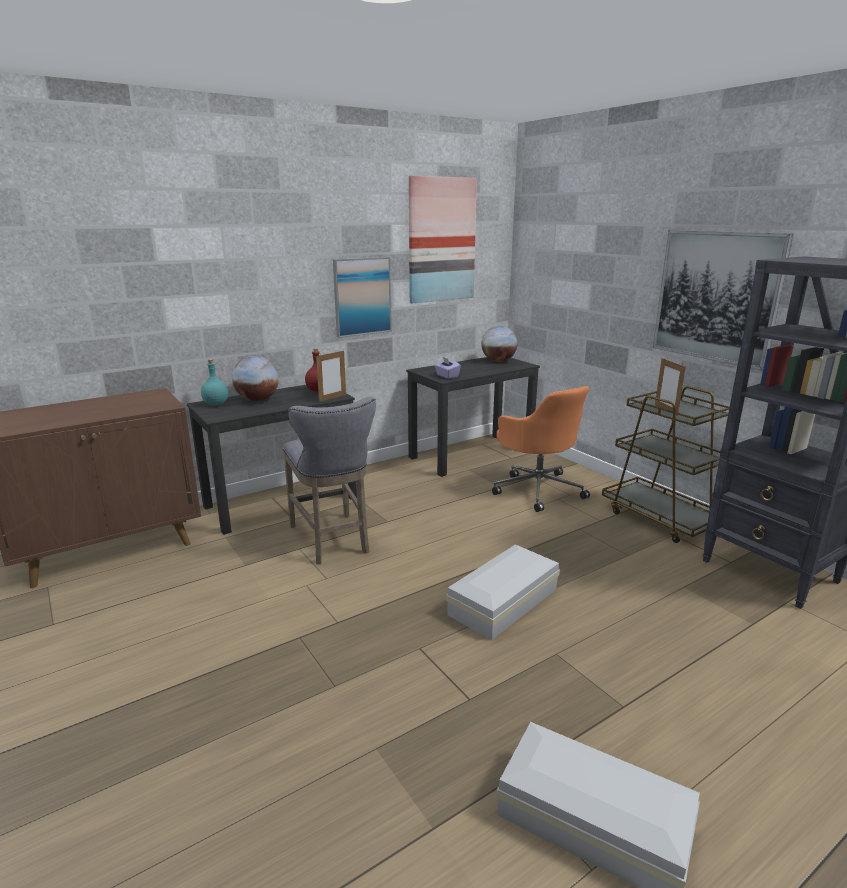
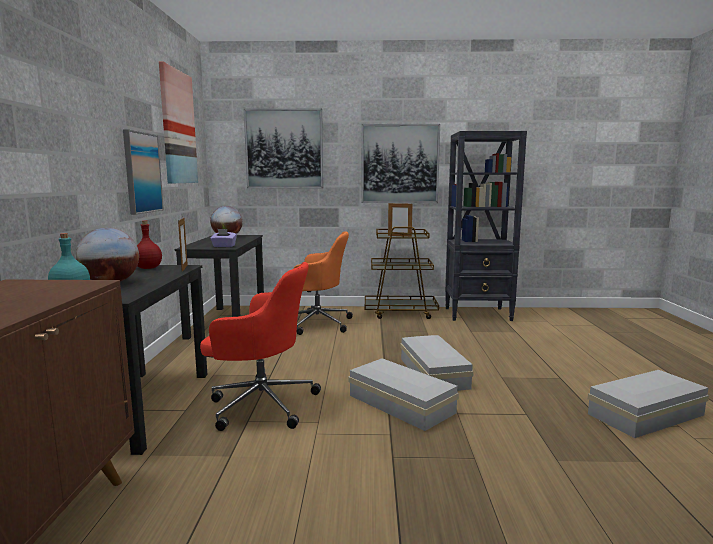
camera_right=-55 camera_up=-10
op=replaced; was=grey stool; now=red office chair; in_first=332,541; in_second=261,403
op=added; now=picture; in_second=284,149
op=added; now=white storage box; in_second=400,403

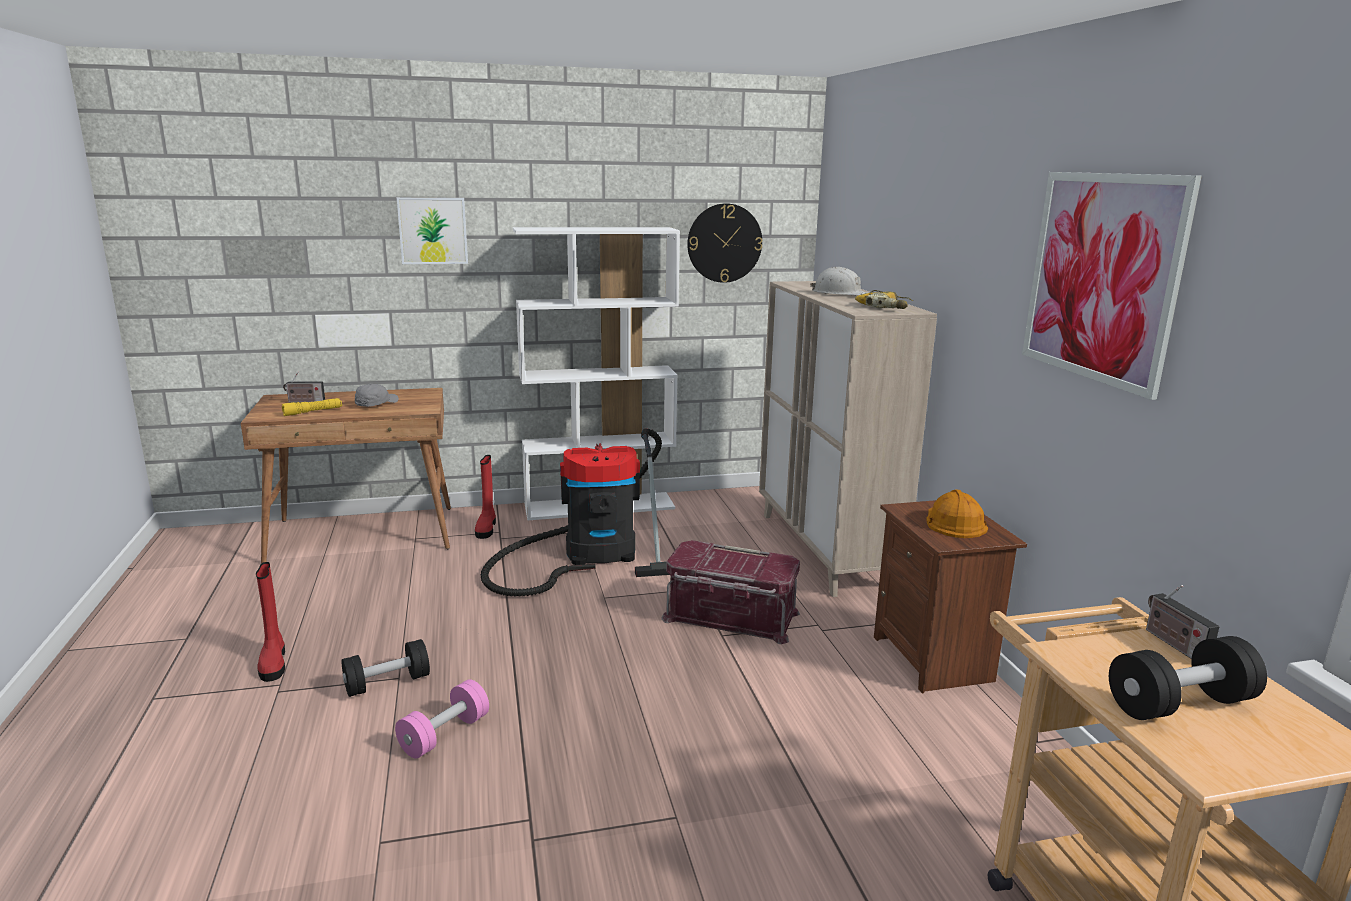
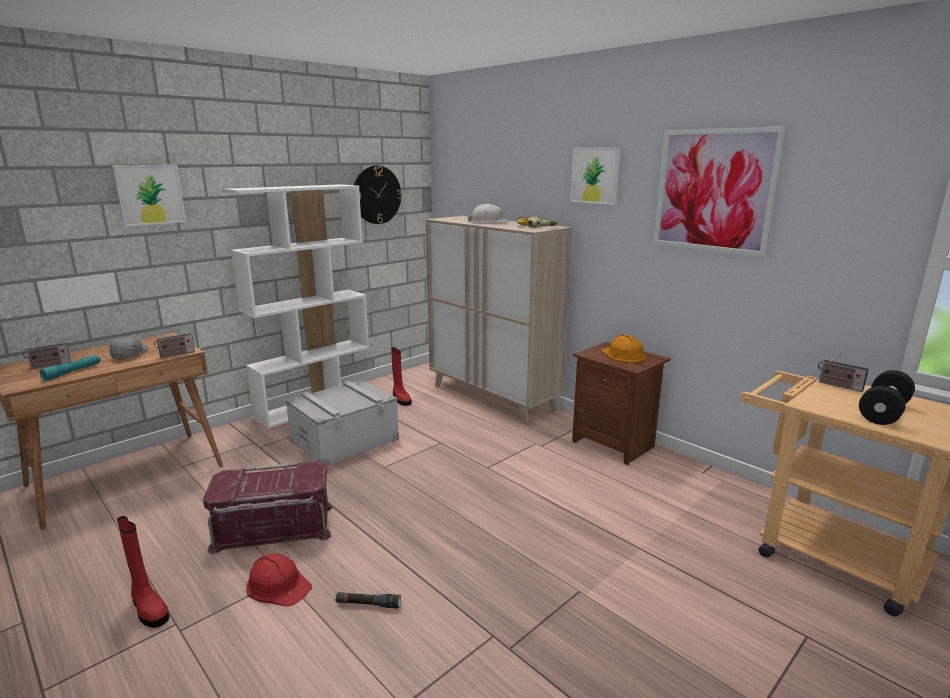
camera_right=-30 camera_up=0
op=recoloured; was=yellow flashlight; now=turquoise flashlight; in_first=313,412; in_second=73,372
op=replaced; was=black dumbbell; now=red hard hat; in_first=387,683; in_second=278,585
op=replaced; was=pink dumbbell; now=black flashlight; in_first=444,734; in_second=368,604
op=moved; was=red boot; in_first=486,528; in_second=401,399
op=replaced; was=vacuum cleaner; now=grey storage box; in_first=592,554; in_second=345,440
op=moved; was=red storage box; in_first=730,617; in_second=273,528
op=added; now=radio; in_second=176,354
op=added; now=picture; in_second=595,175

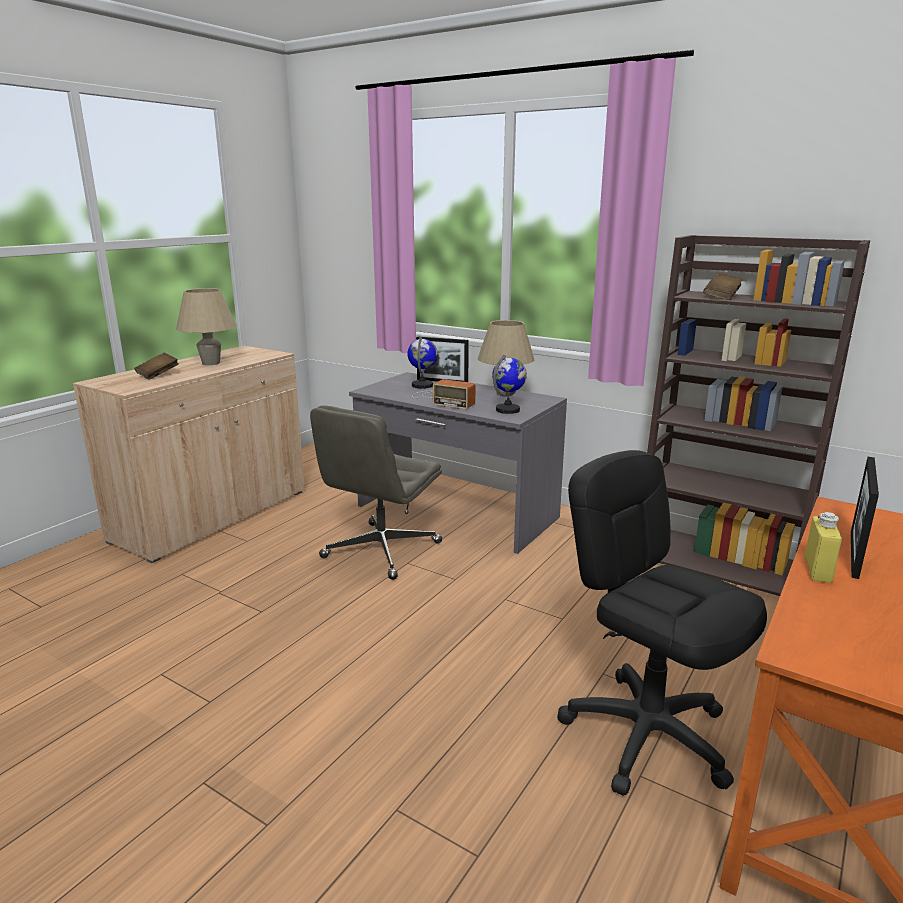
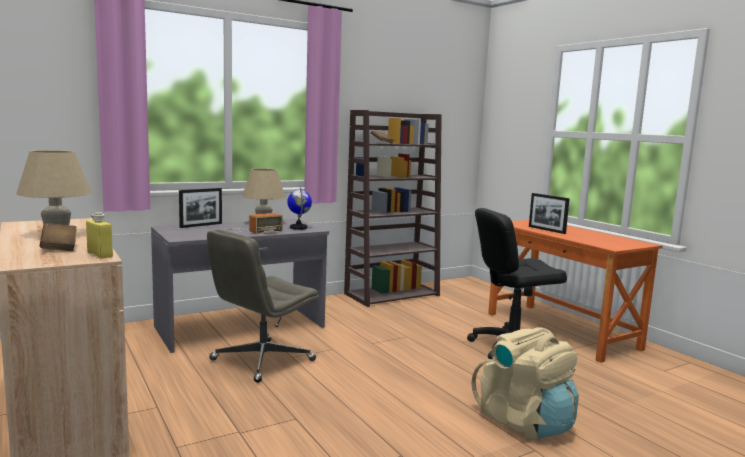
camera_right=-65 camera_up=-10
op=turned; was=grey office chair; in_first=381,551; in_second=262,361; clockwise=75
op=removed; was=globe; in_first=422,385
op=moved; was=yellow bottle; in_first=817,570; in_second=100,255
op=added; now=beige backpack; in_second=525,422

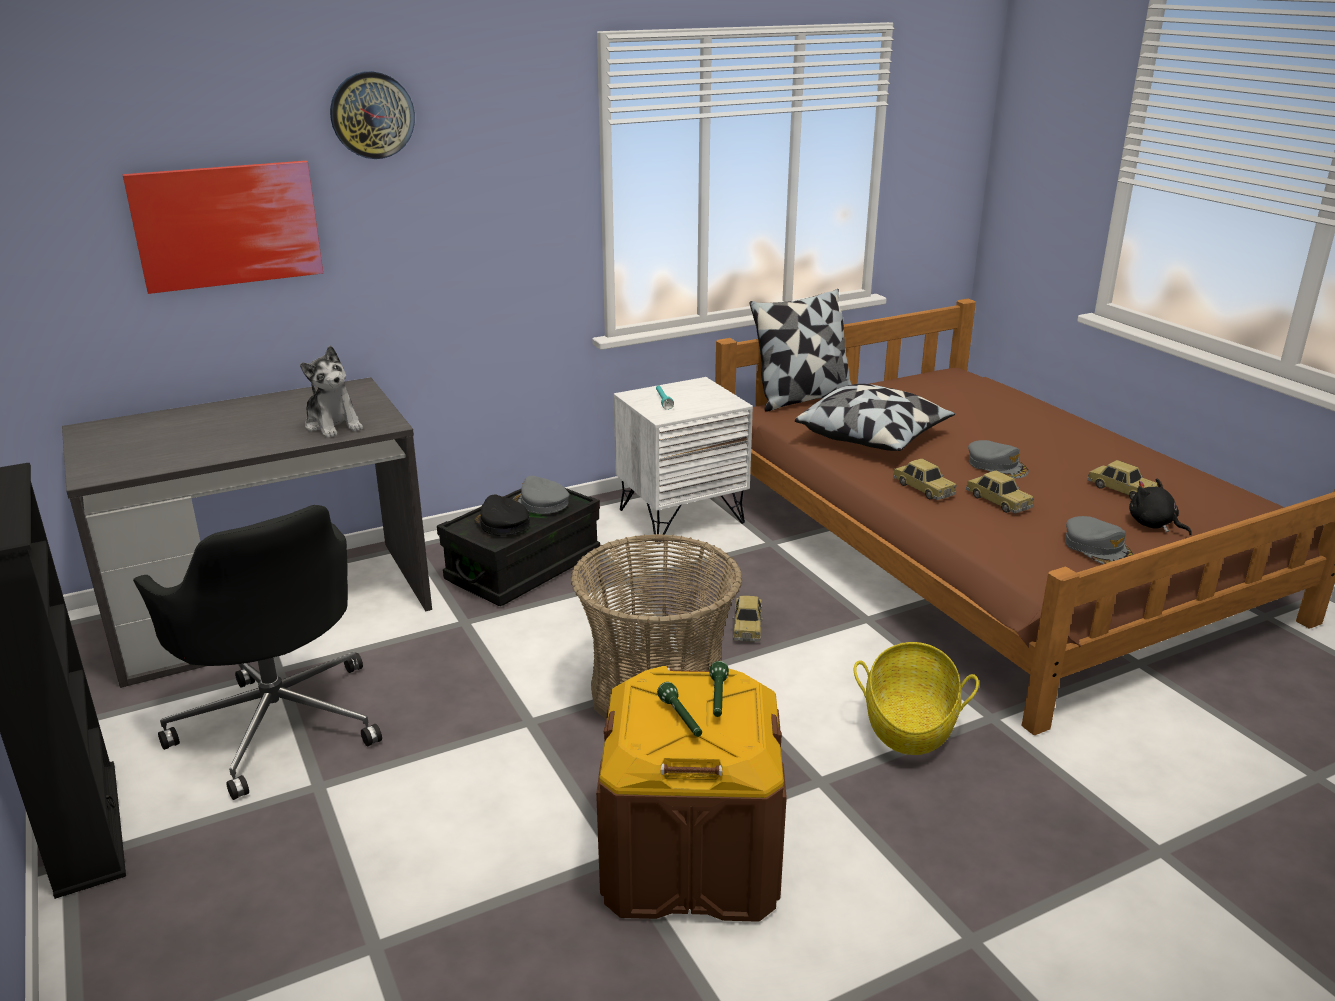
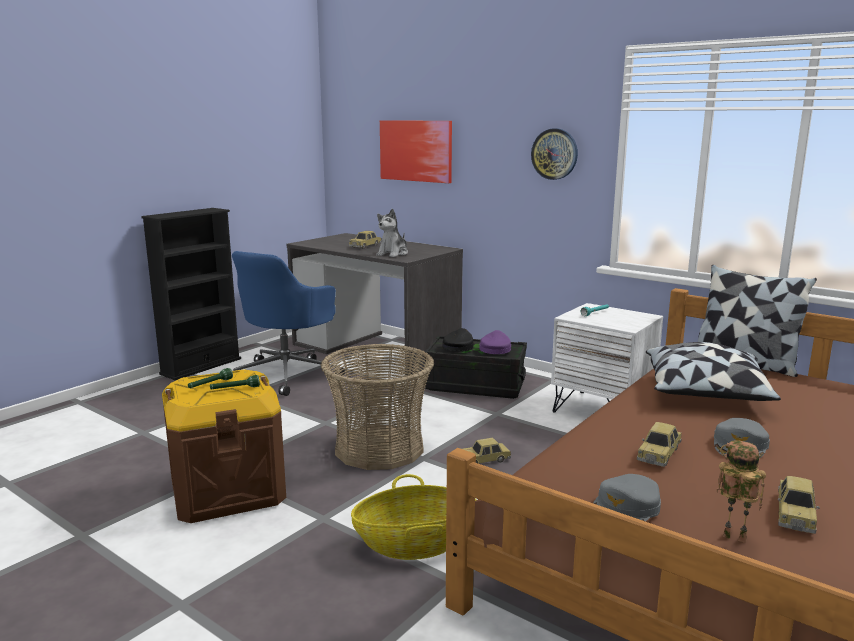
camera_right=65 camera_up=-10
op=recoloured; was=black office chair; now=blue office chair; in_first=279,722; in_second=288,374
op=moved; was=wall clock; in_first=372,115; in_second=554,154
op=recoloured; was=grey cap; now=purple cap; in_first=541,503; in_second=495,348
op=moved; was=toy car; in_first=923,489; in_second=365,246
op=replaced; was=black plush toy; now=toy robot; in_first=1153,525; in_second=732,538

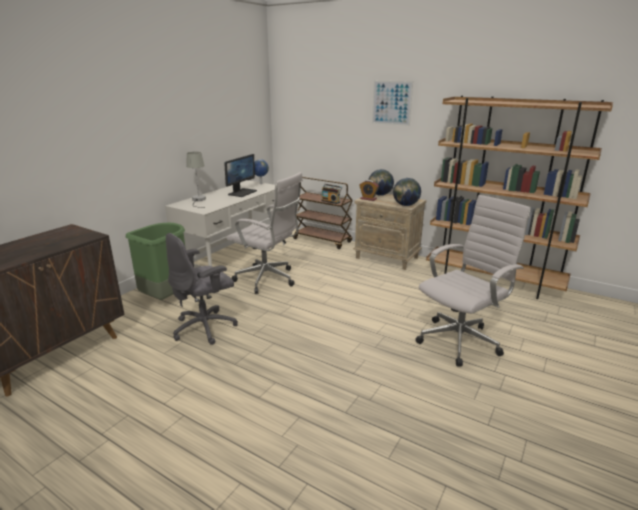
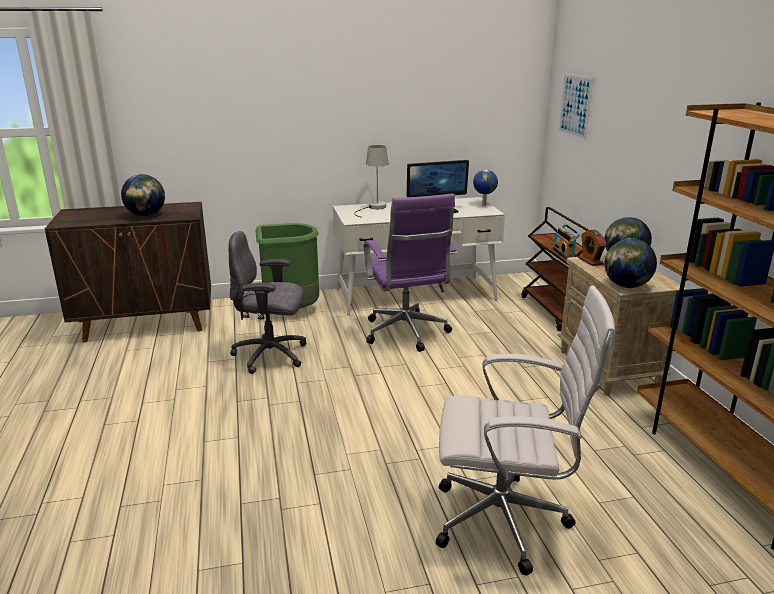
camera_right=45 camera_up=0
op=recoloured; was=white office chair; now=purple office chair; in_first=268,280; in_second=407,334
op=moved; was=picture; in_first=391,103; in_second=575,106
op=added; now=globe; in_second=146,215

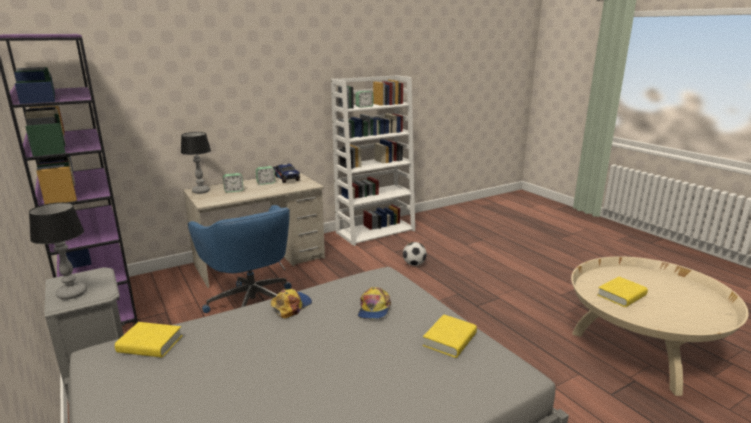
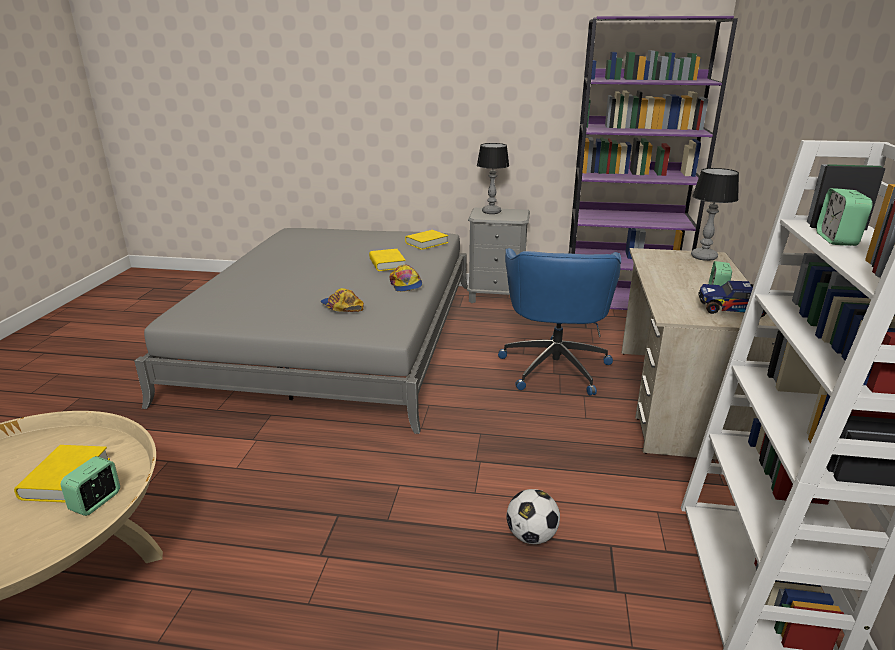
camera_right=130 camera_up=5
op=turned; was=blue office chair; in_first=252,303; in_second=555,366; clockwise=-90
op=moved; was=alarm clock; in_first=234,190; in_second=96,502
op=moved; was=yellow book; in_first=449,340; in_second=387,263

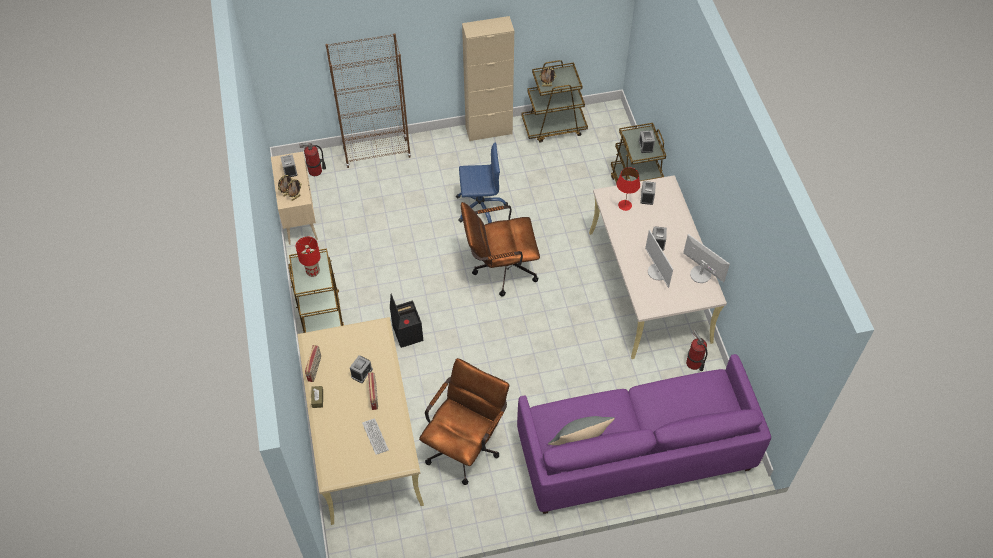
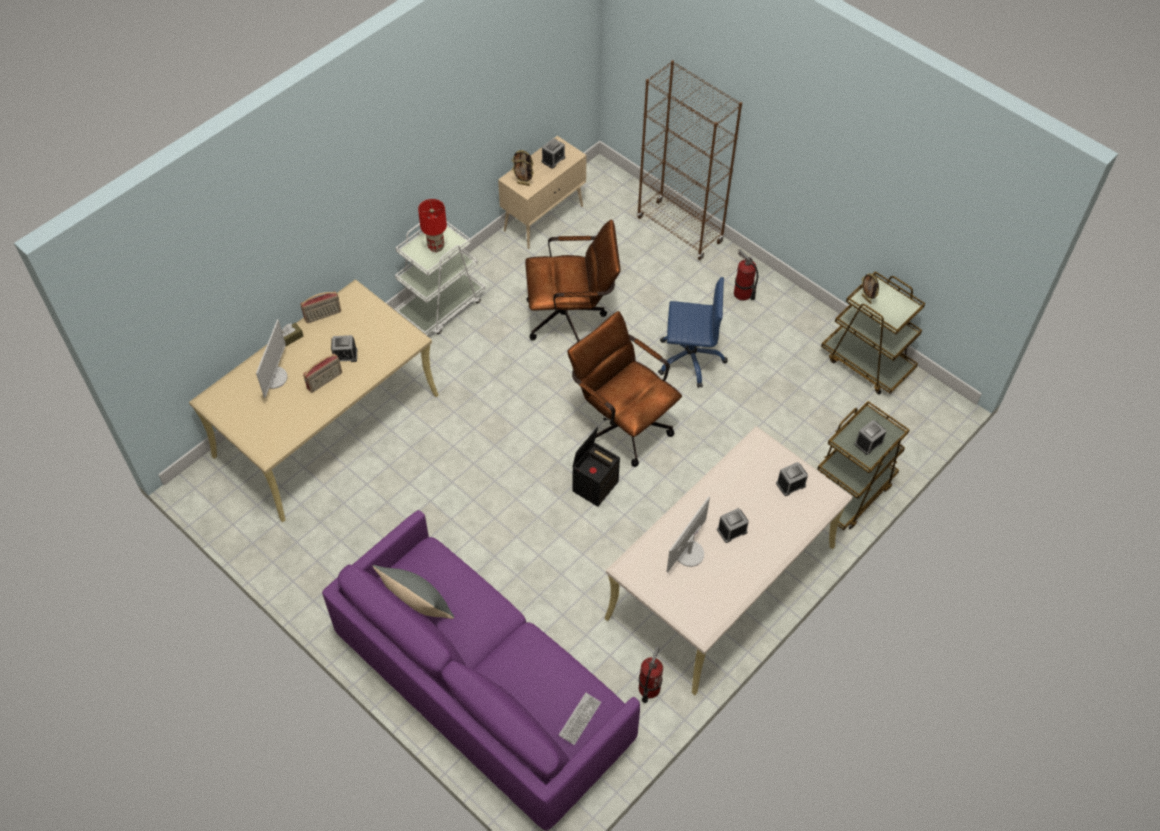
camera_right=55 camera_up=0
op=recoloured; was=brown cart; now=white cart; in_first=321,315; in_second=441,306
op=moved; was=fire extinguisher; in_first=315,171; in_second=742,294
op=moved; was=keyboard; in_first=375,436; in_second=580,719
op=moved; was=black storage box; in_first=407,333; in_second=595,485
op=moved; was=brown office chair; in_first=465,444; in_second=572,318
op=turned; was=blue office chair; in_first=480,207; in_second=690,358; clockwise=-45
op=removed; was=beige cabinet; in_first=489,130
op=removed; was=red table lamp; in_first=624,205
op=moved; was=monitor; in_first=700,274; in_second=274,377

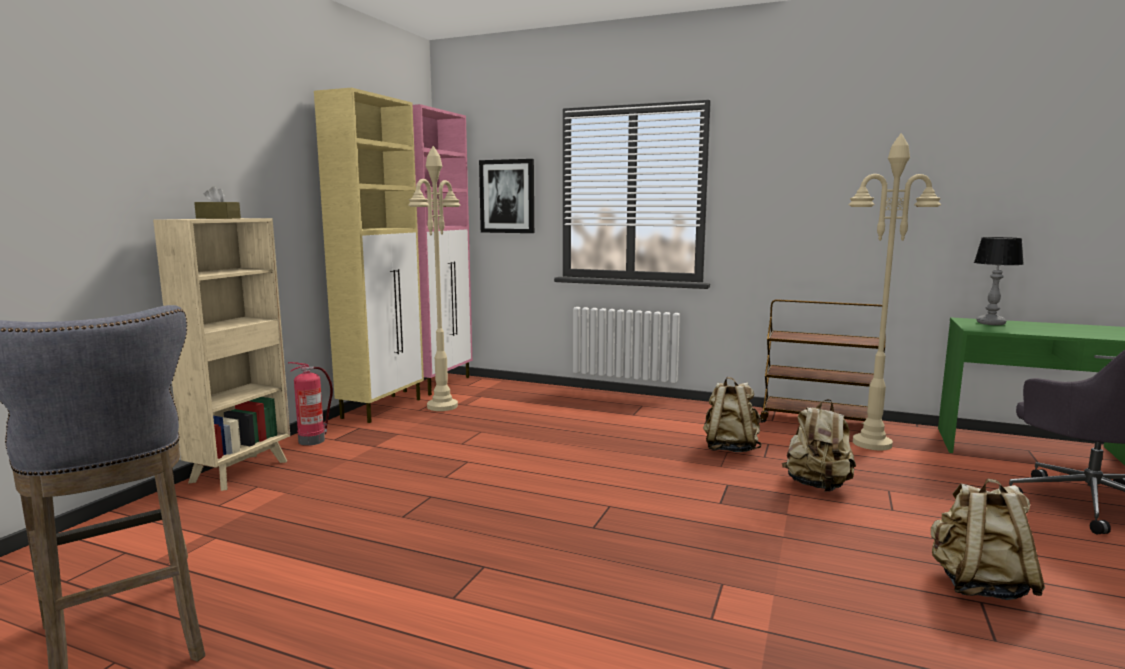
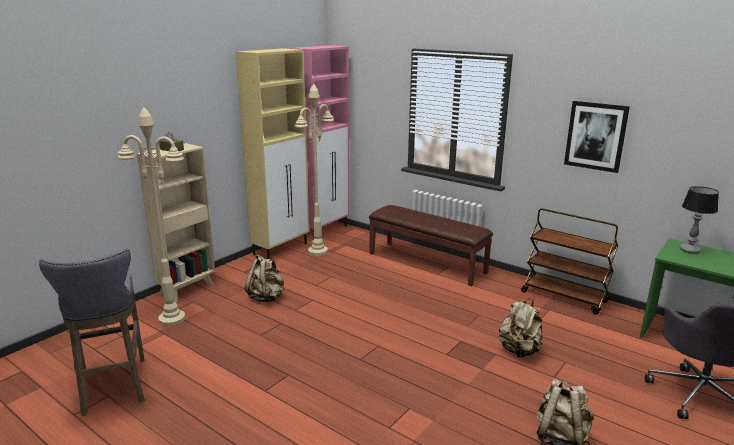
camera_right=15 camera_up=10
op=removed; was=fire extinguisher; in_first=313,440
op=moved; was=picture; in_first=507,196; in_second=596,136
op=moved; was=beige backpack; in_first=730,448; in_second=266,297
op=moved; was=beige floor lamp; in_first=872,443; in_second=172,319
op=added; now=brown bench; in_second=427,263

